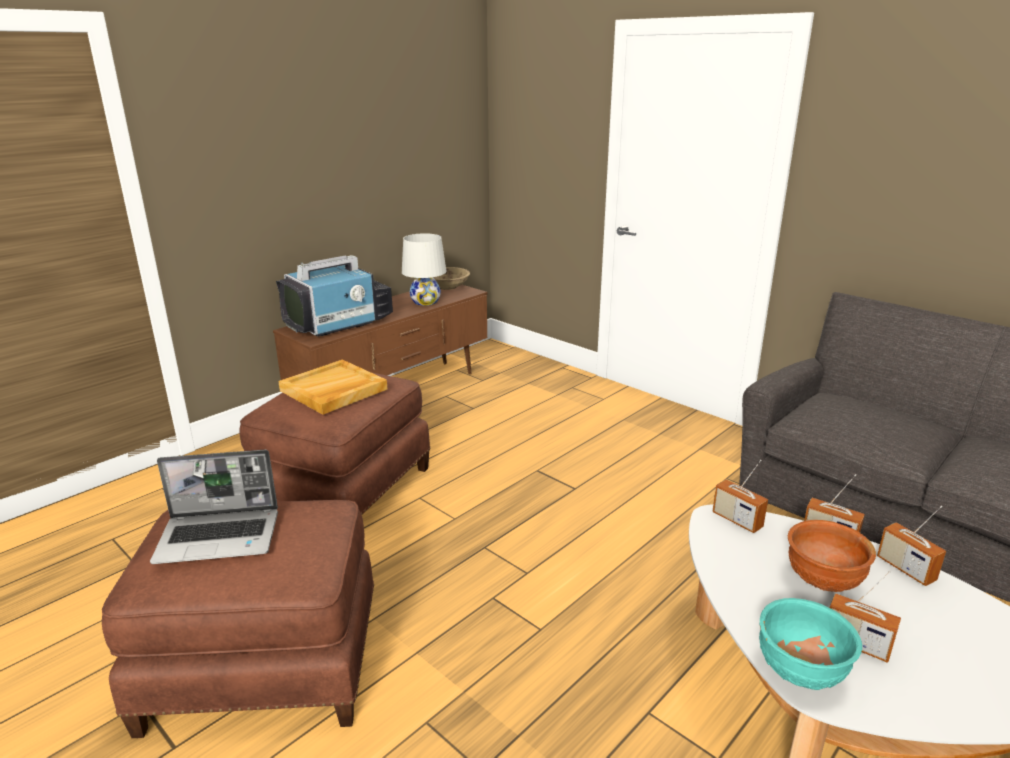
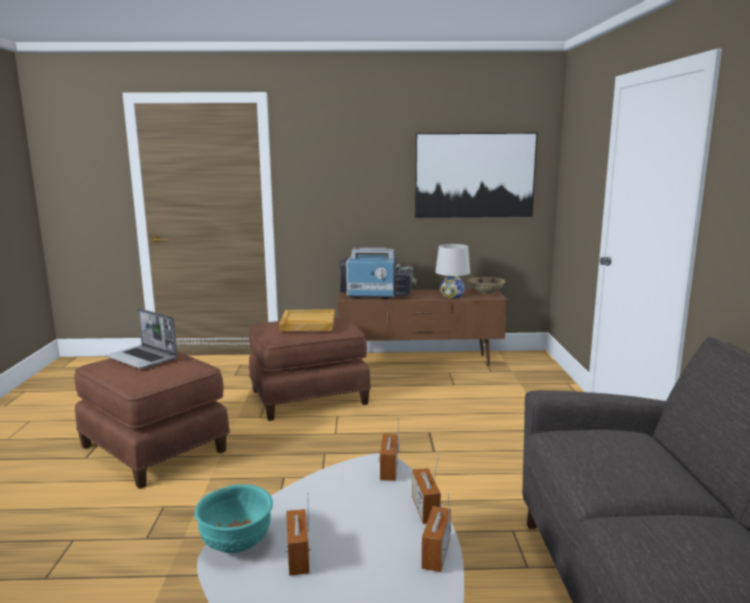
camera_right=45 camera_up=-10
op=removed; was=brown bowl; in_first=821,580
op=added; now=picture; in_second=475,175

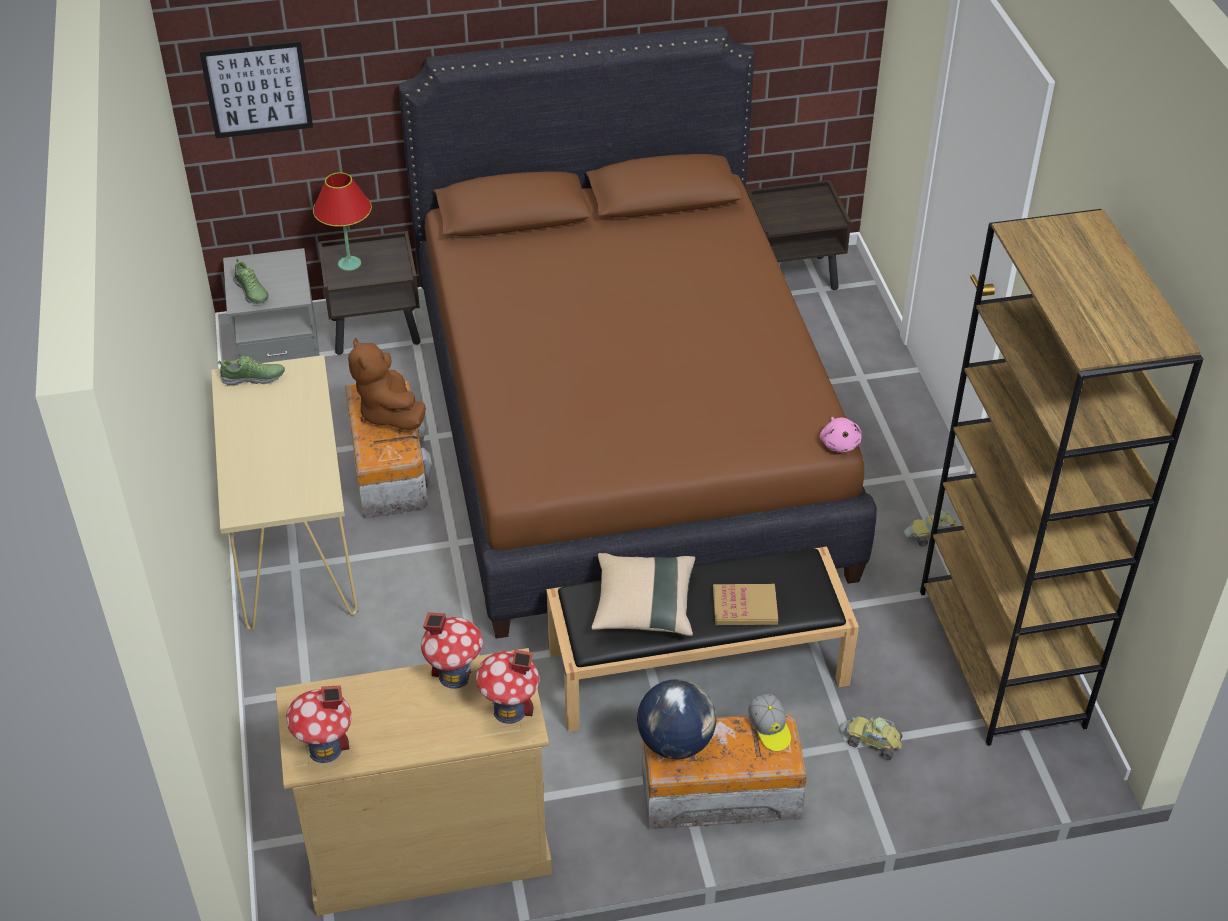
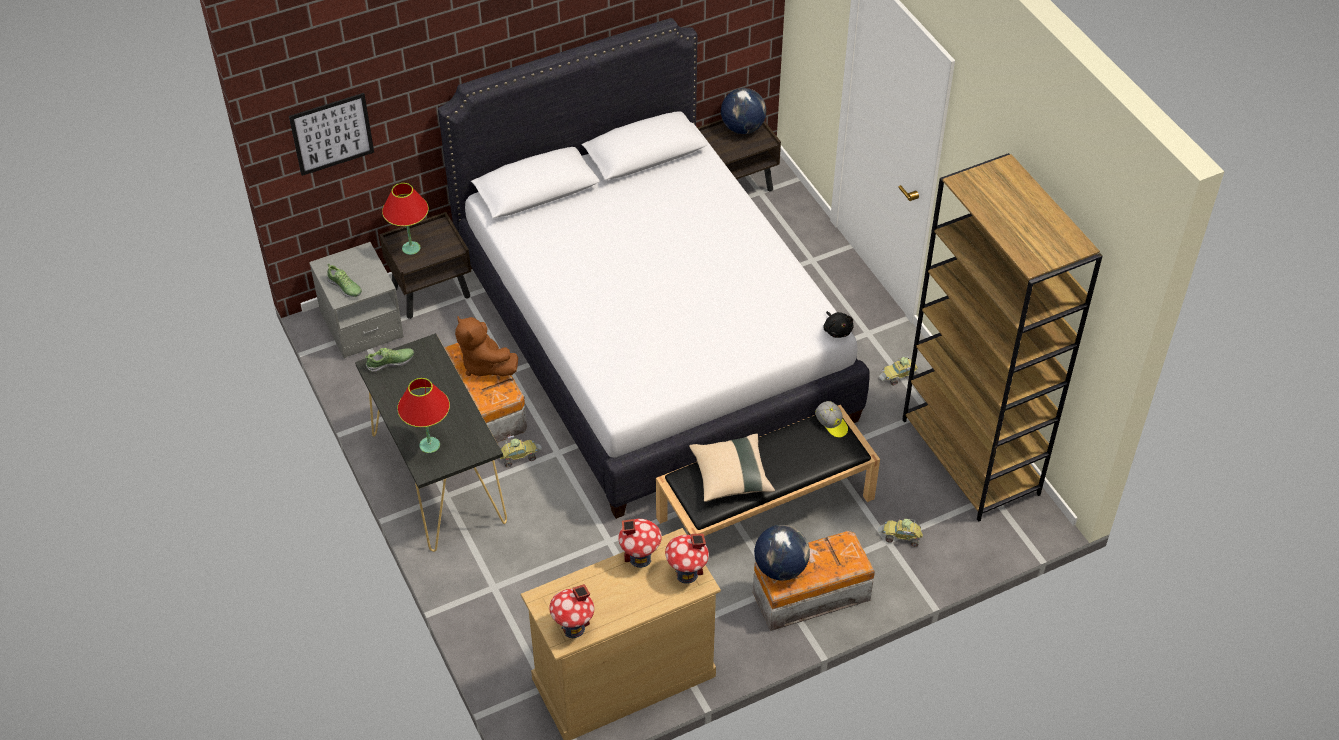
camera_right=-15 camera_up=5
op=recoloured; was=beige console table; now=black console table; in_first=294,542; in_second=438,477
op=recoloured; was=brown bed; now=white bed; in_first=625,431; in_second=652,339
op=removed; was=book; in_first=745,607
op=moved; was=cap; in_first=769,729; in_second=831,424
op=recoloured; was=pink plush toy; now=black plush toy; in_first=839,443; in_second=837,330
op=added; now=red table lamp; in_second=430,445
op=added; now=toy car; in_second=519,455
op=added; now=globe; in_second=742,128

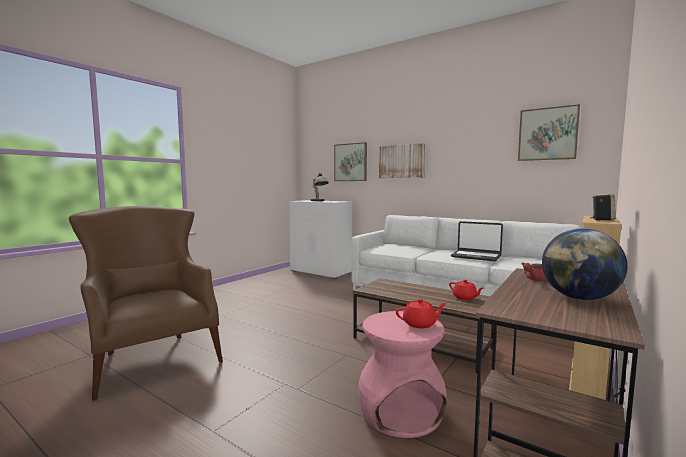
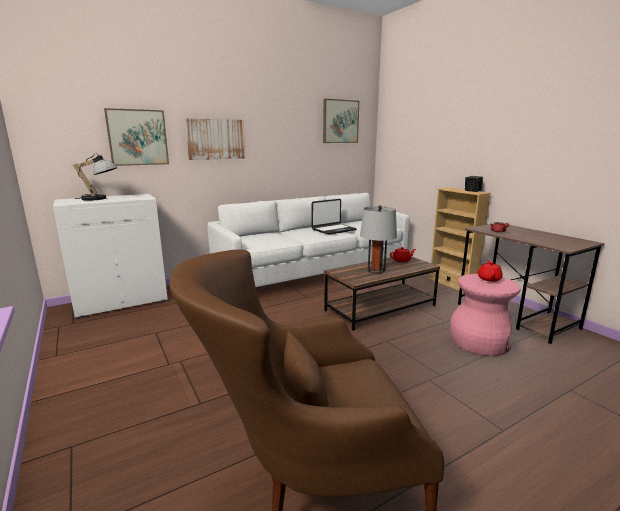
camera_right=-65 camera_up=10
op=removed; was=globe; in_first=580,298
op=added; now=grey table lamp; in_second=376,271

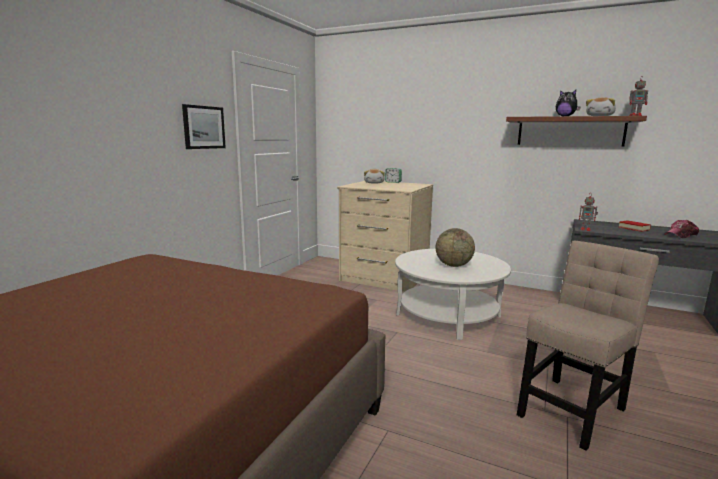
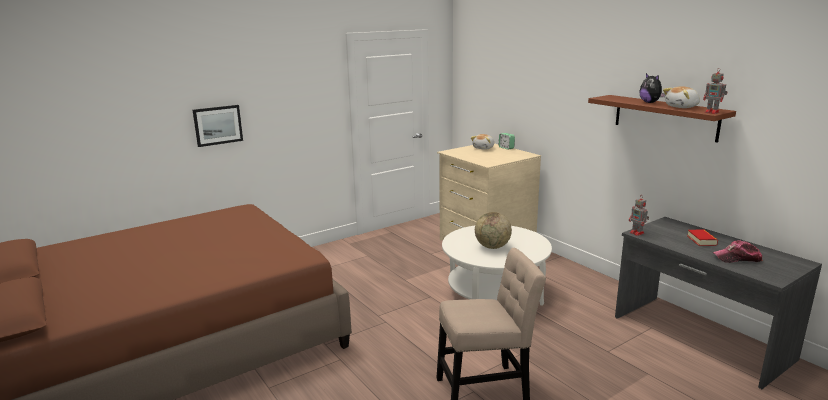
camera_right=30 camera_up=5
op=moved; was=picture; in_first=203,127; in_second=218,125

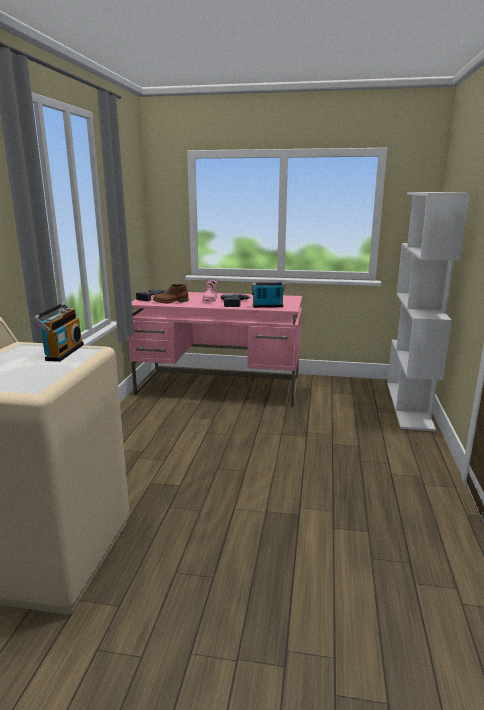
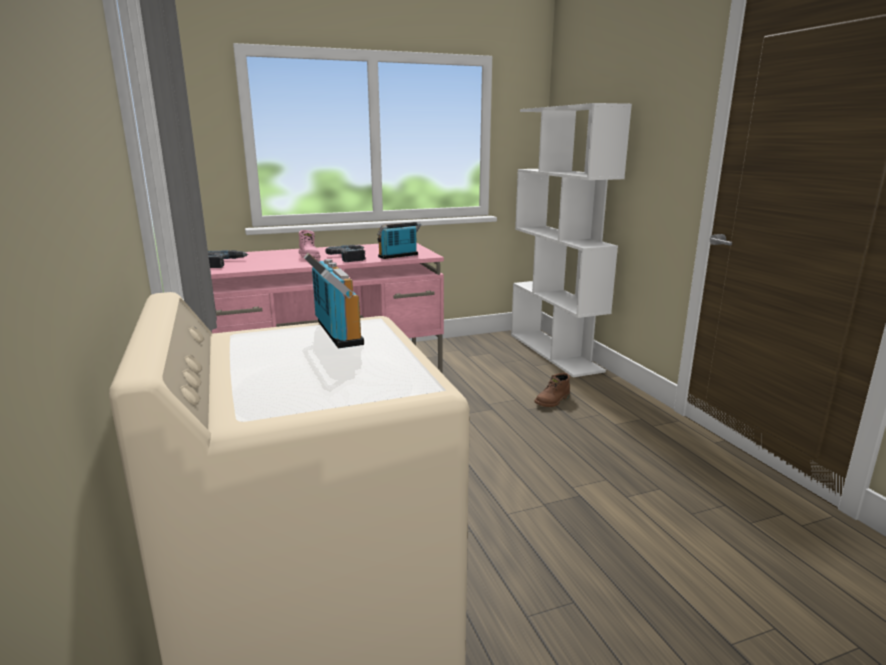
camera_right=-30 camera_up=0
op=moved; was=brown boot; in_first=171,302; in_second=553,401

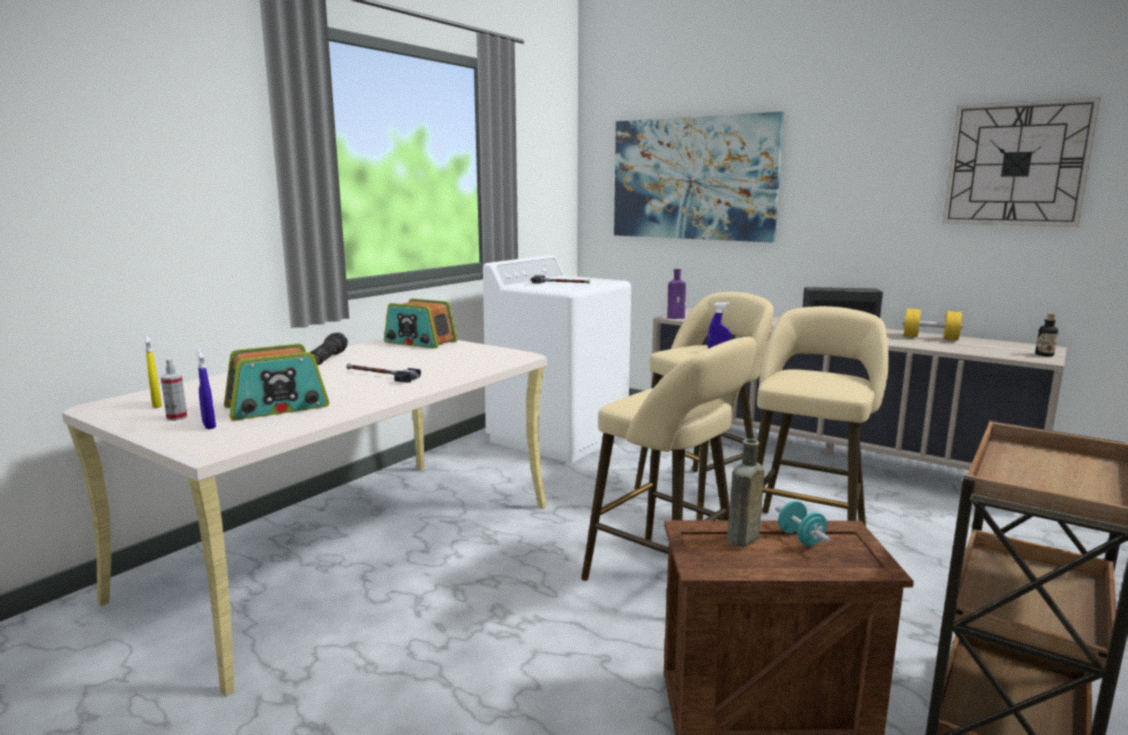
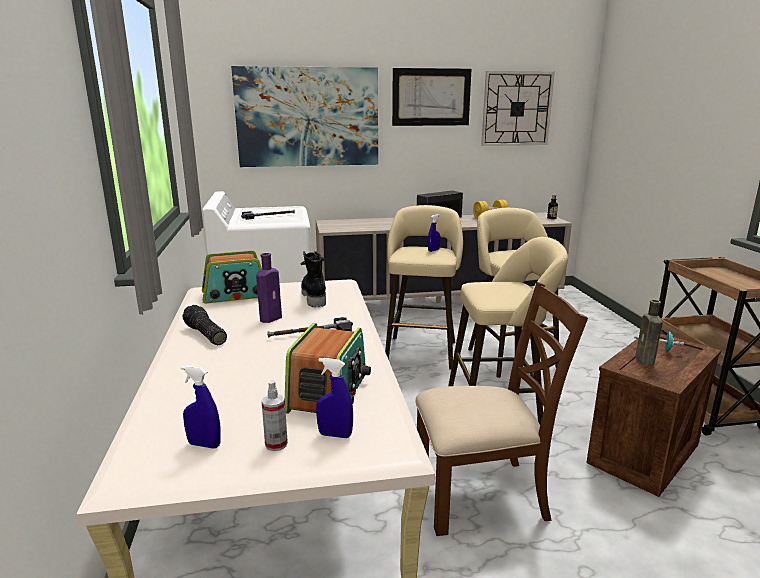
camera_right=-45 camera_up=5
op=recoloured; was=yellow spray bottle; now=blue spray bottle; in_first=157,405; in_second=204,444
op=moved; was=purple bottle; in_first=677,317; in_second=272,318
op=added; now=black boot; in_second=313,296
op=added; now=picture; in_second=431,97
op=added; now=brown chair; in_second=481,494

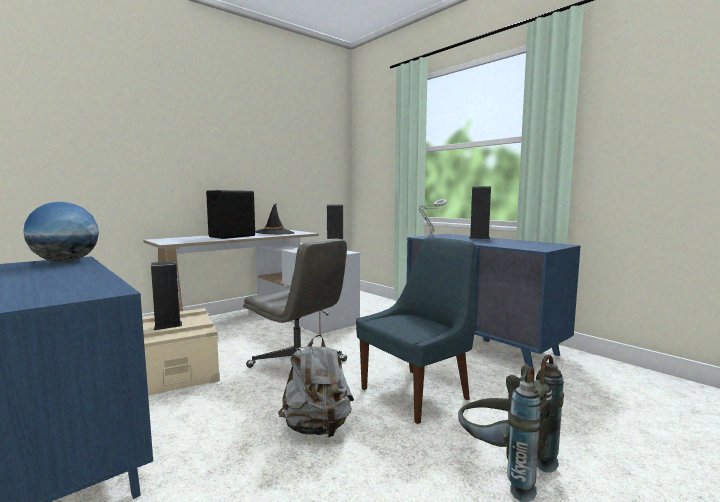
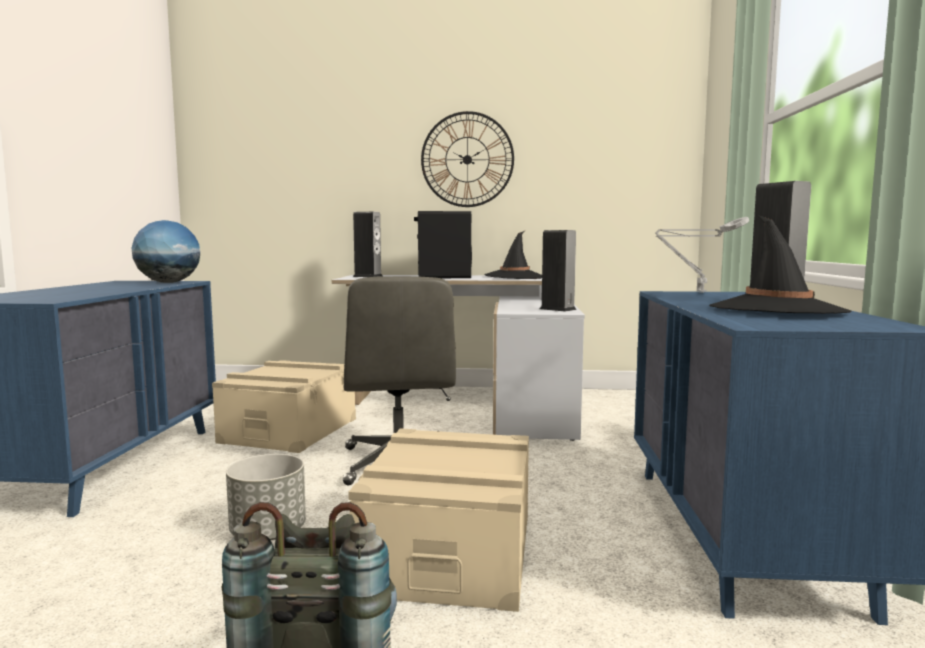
camera_right=45 camera_up=0
op=moved; was=speaker; in_first=168,326; in_second=368,276
op=replaced; was=grey backpack; now=grey planter; in_first=317,428; in_second=269,533
op=replaced; was=blue chair; now=beige storage box; in_first=417,393; in_second=450,552
op=added; now=wall clock; in_second=467,159
op=added; now=black hat; in_second=776,311

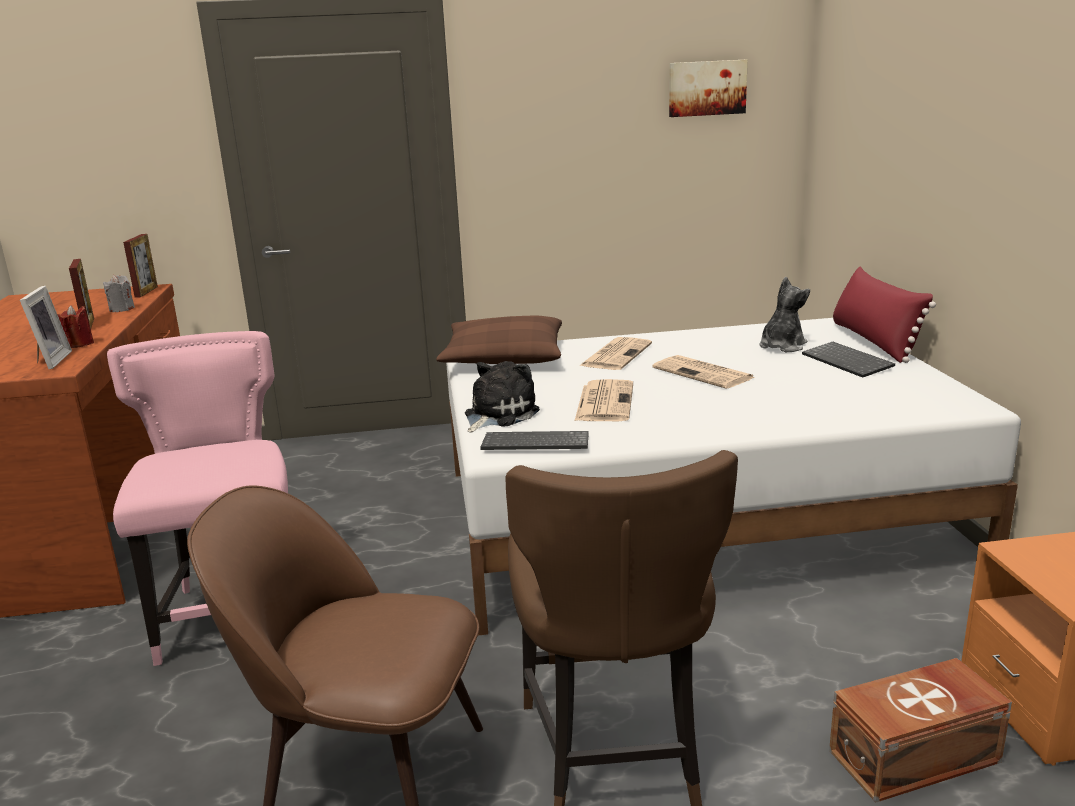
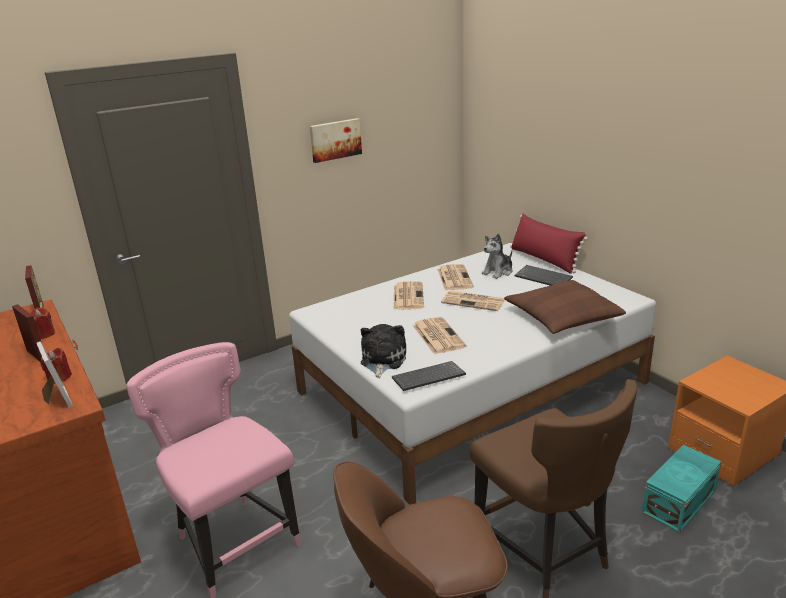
camera_right=-25 camera_up=5
op=recoloured; was=grey candle; now=red candle; in_first=122,309; in_second=44,334
op=moved; was=brown pillow; in_first=503,357; in_second=562,317
op=moved; was=picture; in_first=706,88; in_second=335,139
op=turned; was=plush toy; in_first=782,346; in_second=498,272; clockwise=-150
op=recoloured; was=brown storage box; now=turquoise storage box; in_first=917,757; in_second=680,501
op=added; now=newspaper; in_second=454,278

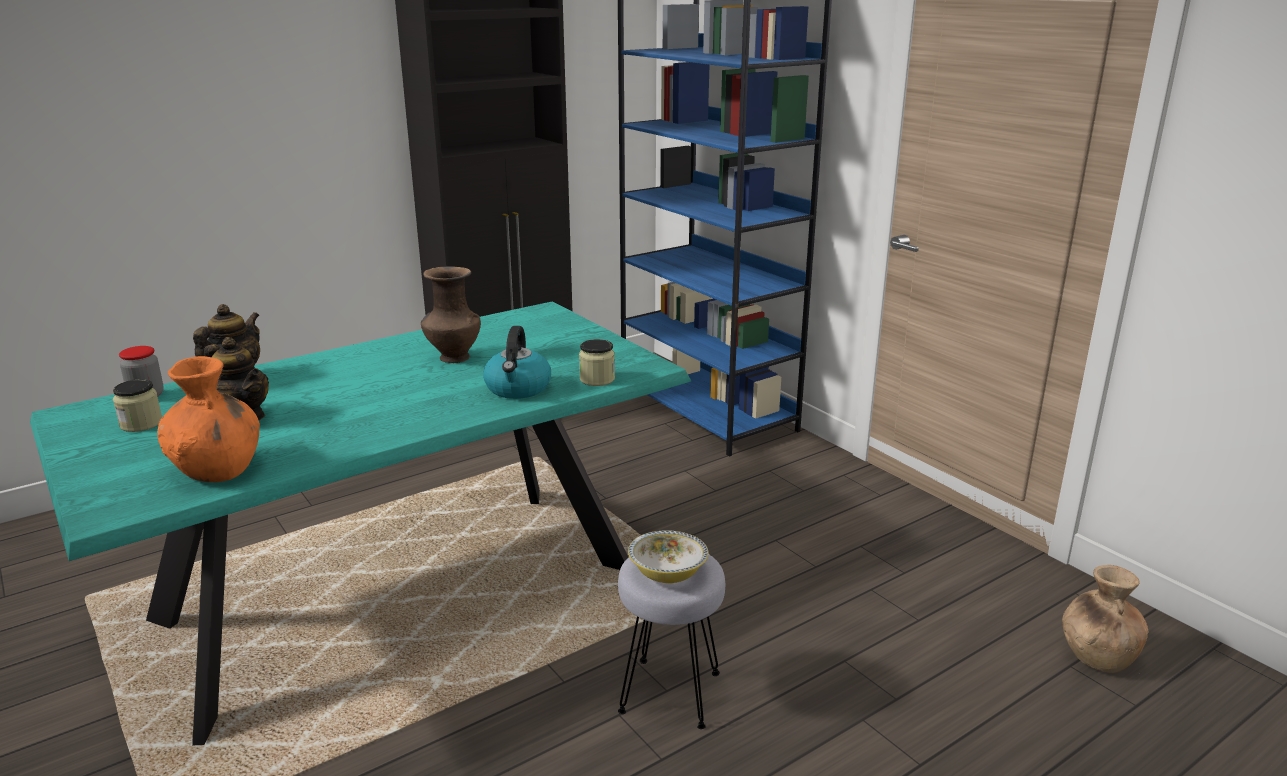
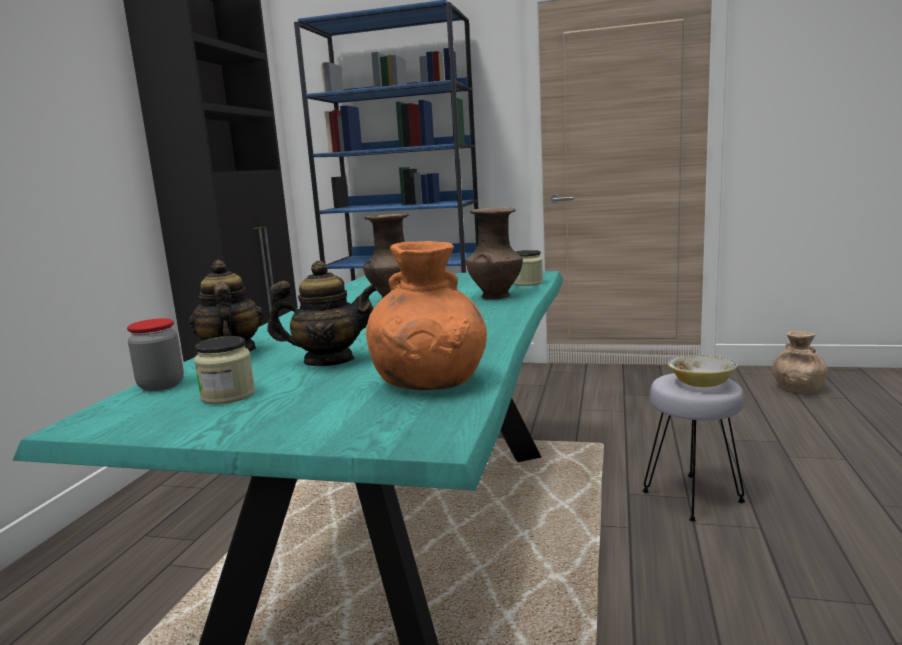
camera_right=-40 camera_up=-10
op=replaced; was=kettle; now=brown vase; in_first=518,388; in_second=496,296

